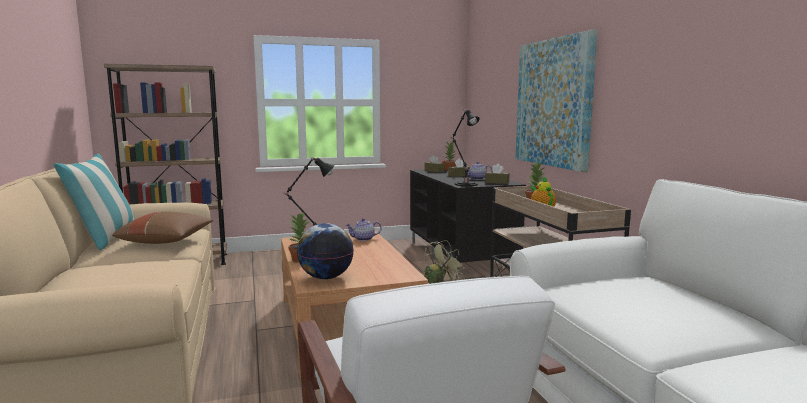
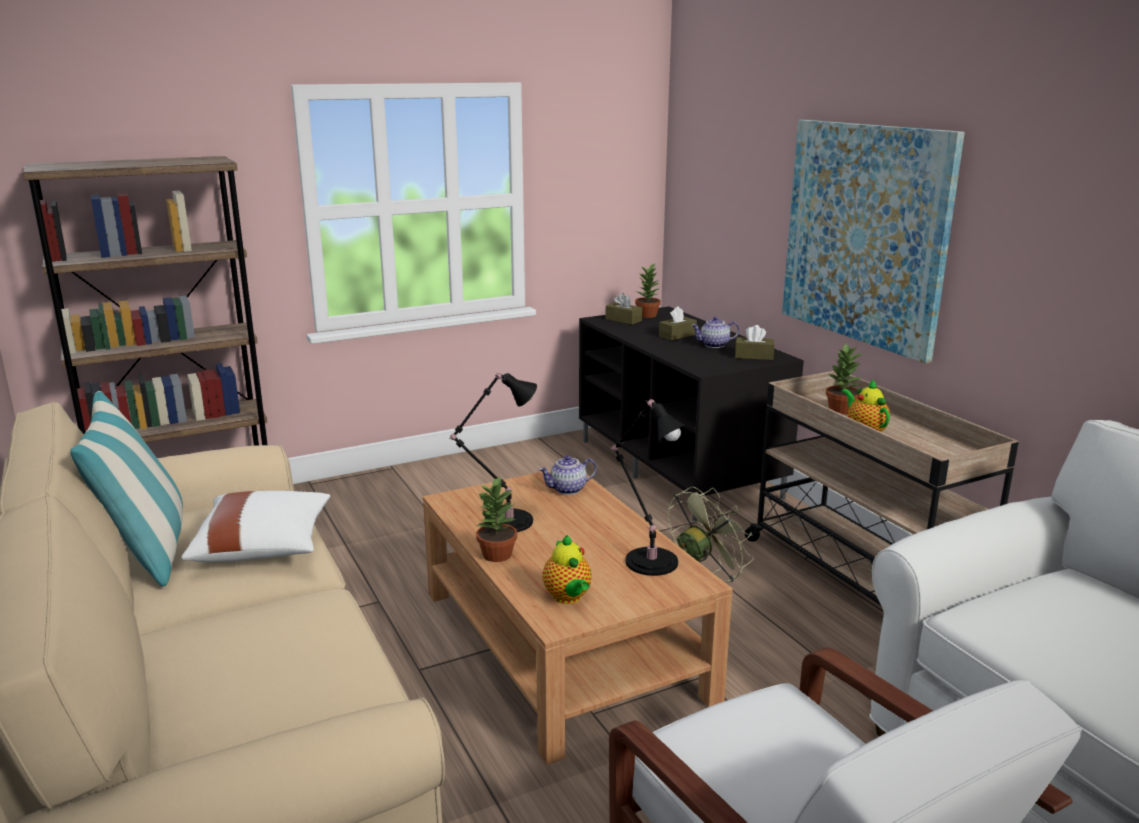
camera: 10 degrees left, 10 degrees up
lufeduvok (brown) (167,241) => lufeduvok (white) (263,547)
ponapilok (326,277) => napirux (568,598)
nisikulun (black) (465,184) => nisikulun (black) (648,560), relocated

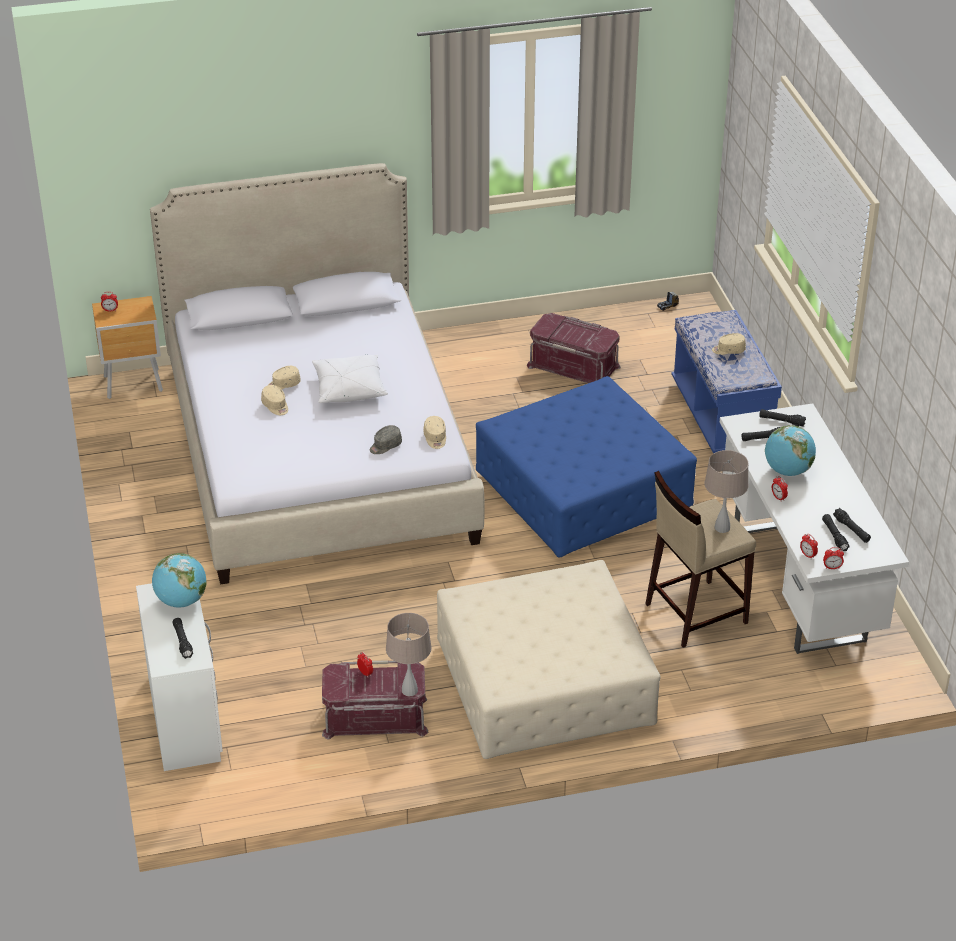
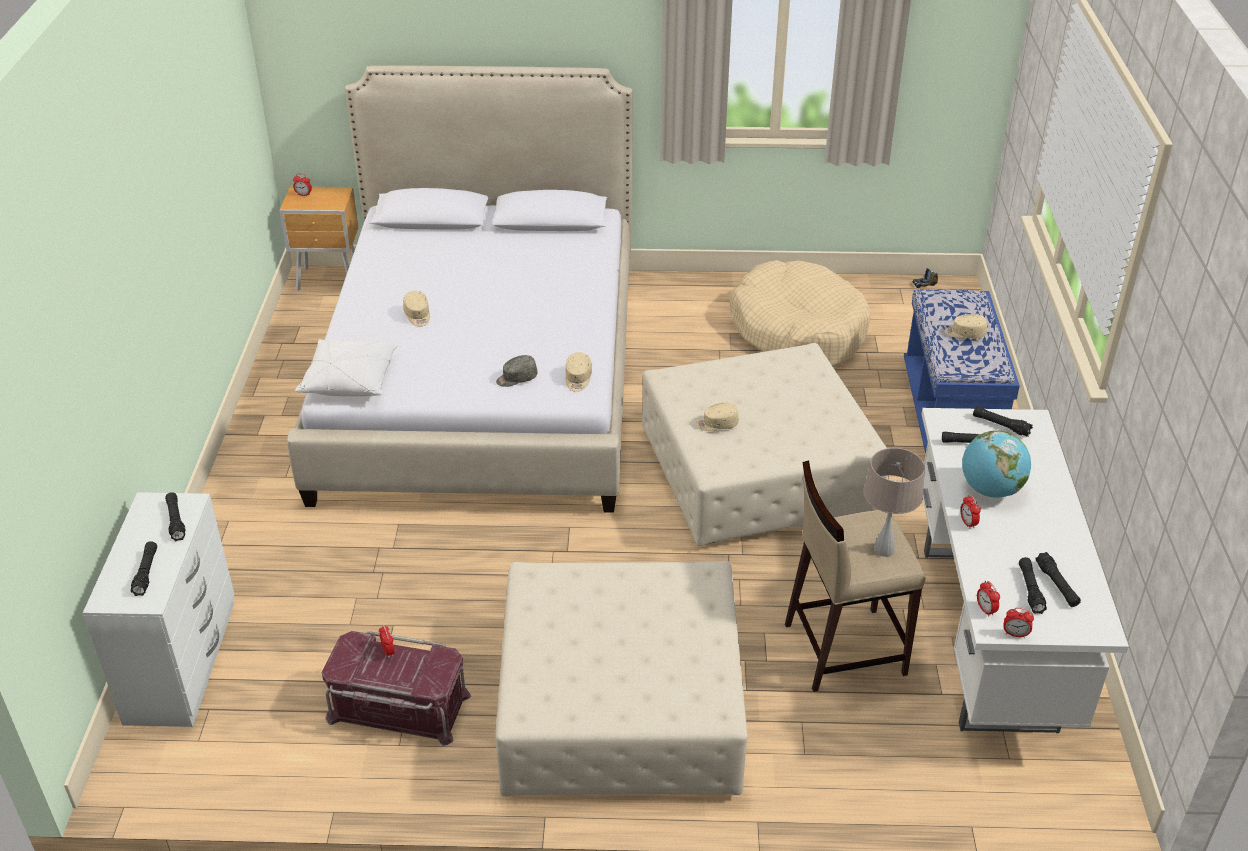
camera: 15 degrees right, 0 degrees up
ponapilok (181,601) => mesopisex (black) (176,521)
lufeduvok (white) (349,388) => lufeduvok (white) (350,380), relocated
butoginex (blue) (584,492) => butoginex (beige) (758,473)
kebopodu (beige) (283,384) => kebopodu (beige) (717,424), relocated
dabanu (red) (574,365) => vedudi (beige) (798,330)
nisikulun (beige) (410,690) => nothing

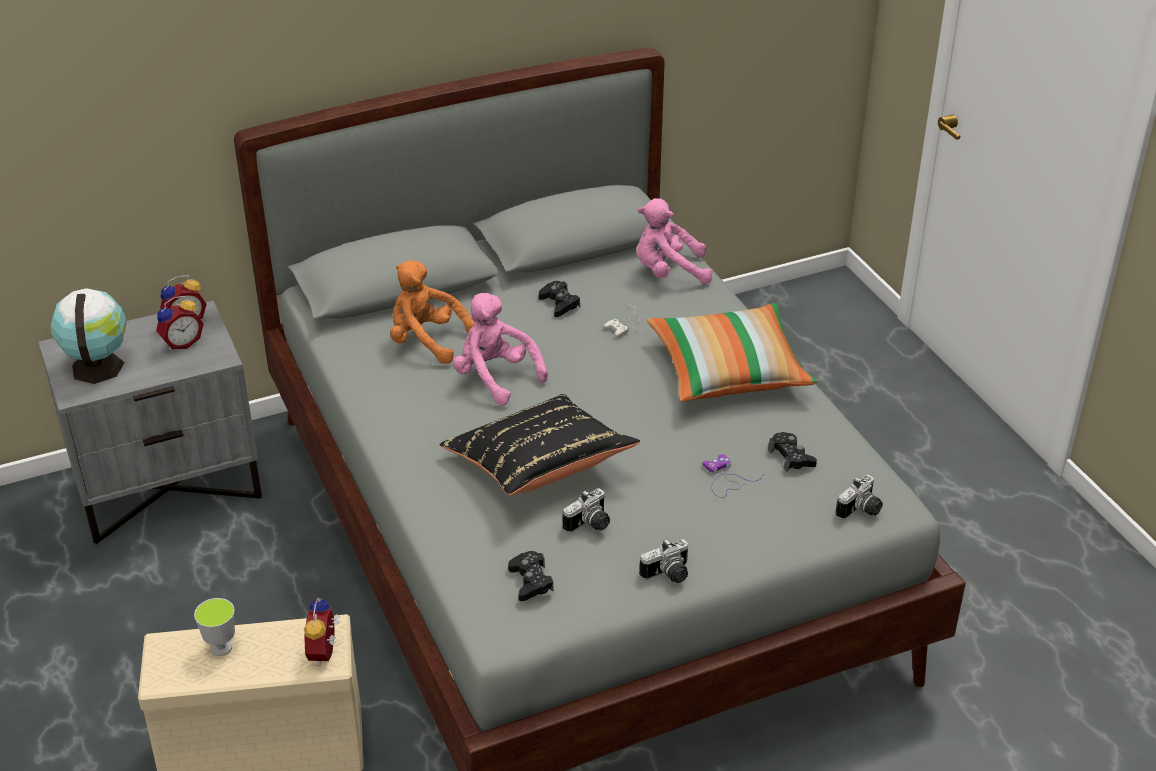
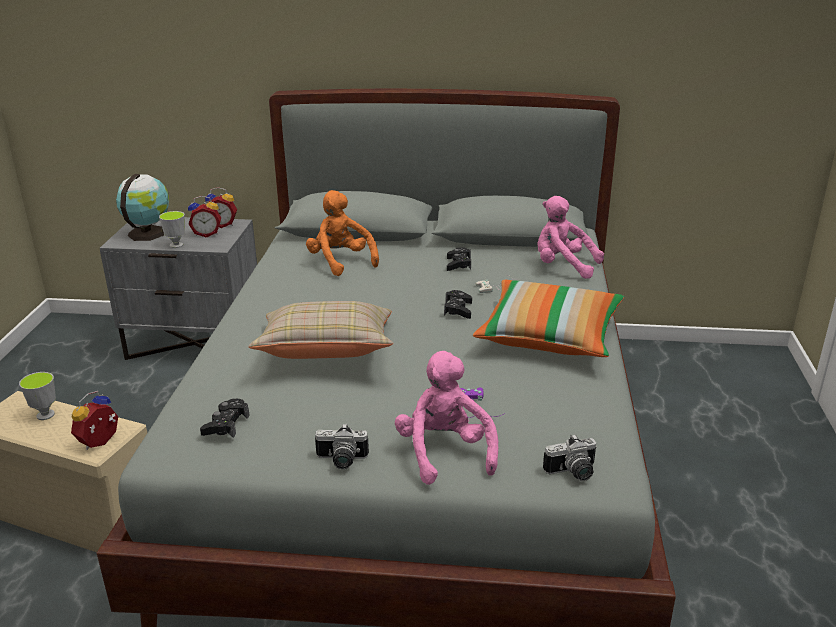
camera: 30 degrees right, 10 degrees down
nothing => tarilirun (176,245)
lufeduvok (black) (539,467) => lufeduvok (beige) (327,353)
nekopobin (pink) (495,377) => nekopobin (pink) (444,452), relocated
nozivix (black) (791,457) => nozivix (black) (458,309), relocated
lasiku (590,525) => nothing

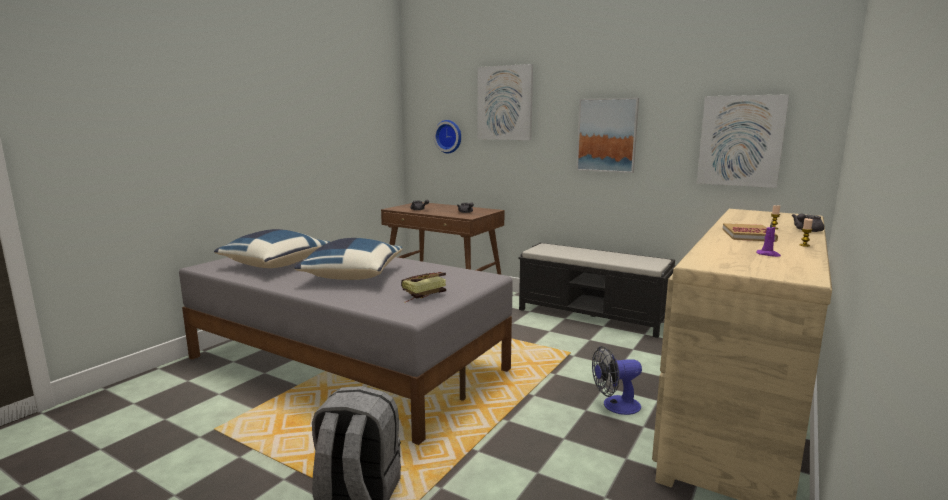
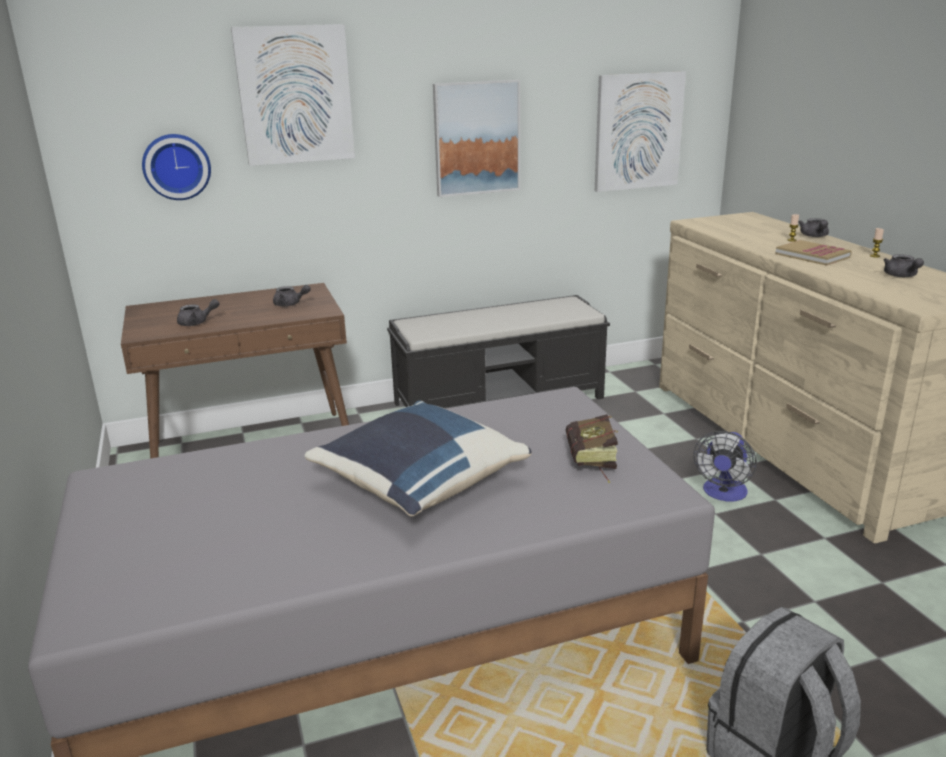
camera: 50 degrees left, 10 degrees up
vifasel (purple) (768,254) => napirux (grey) (901,276)
lufeduvok (blue) (275,264) => nothing

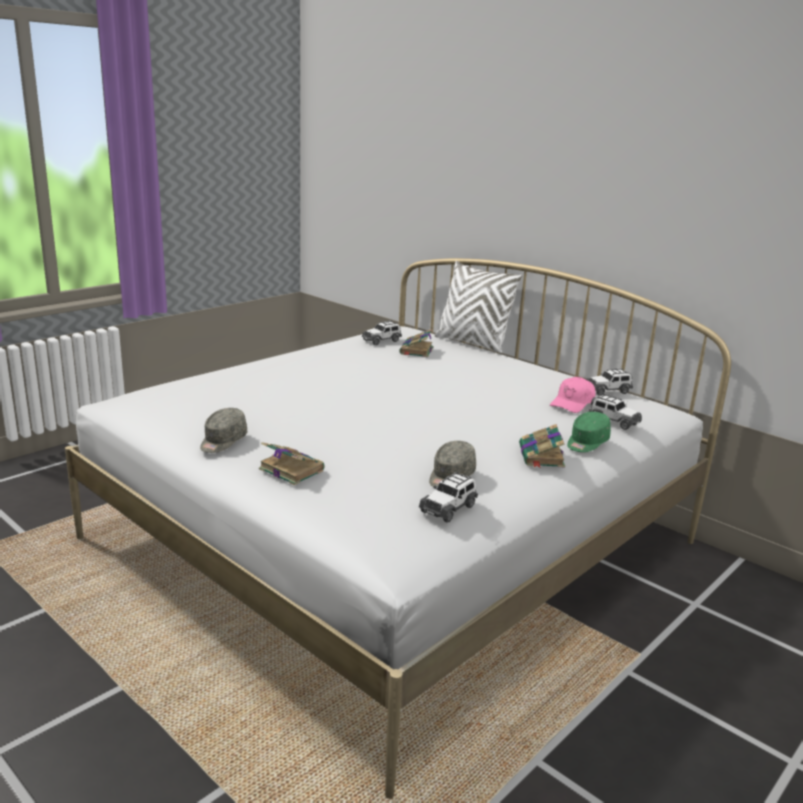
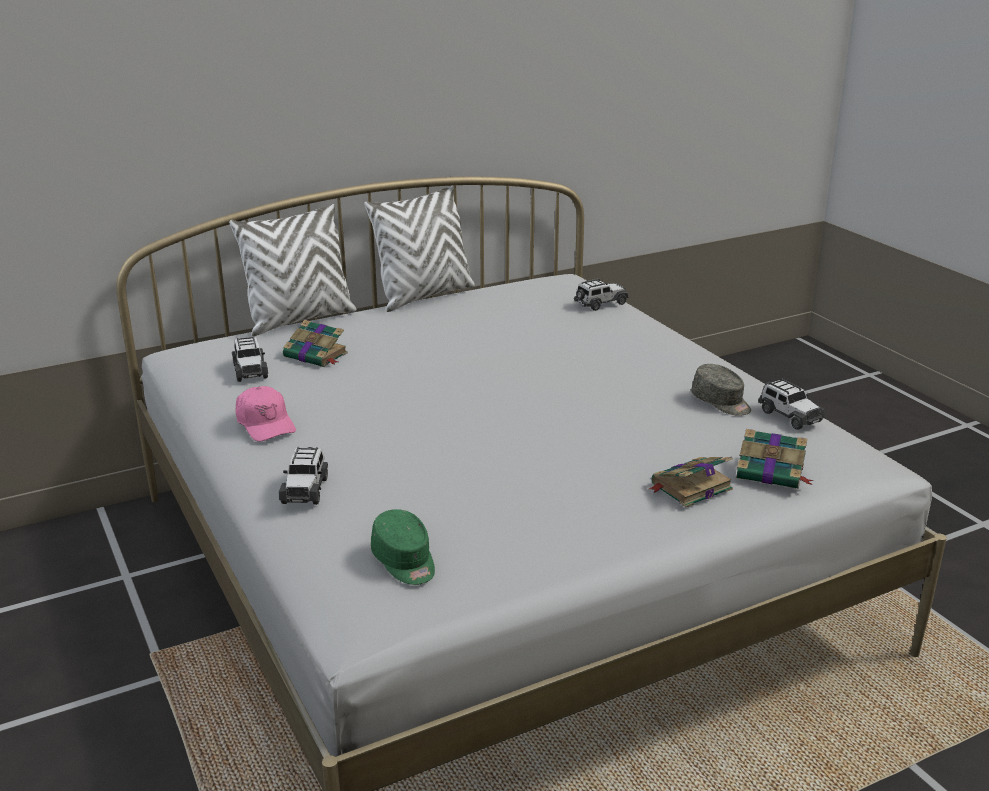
camera: 70 degrees left, 5 degrees up
kebopodu (pink) (572,403) => kebopodu (pink) (265,424), relocated
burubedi (608,391) => burubedi (305,489), relocated
nothing => lufeduvok (white) (424,296)
kebopodu (green) (586,443) => kebopodu (green) (405,561), relocated
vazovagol (541,457) => vazovagol (772,473), relocated
kebopodu (grey) (222,441) => nothing

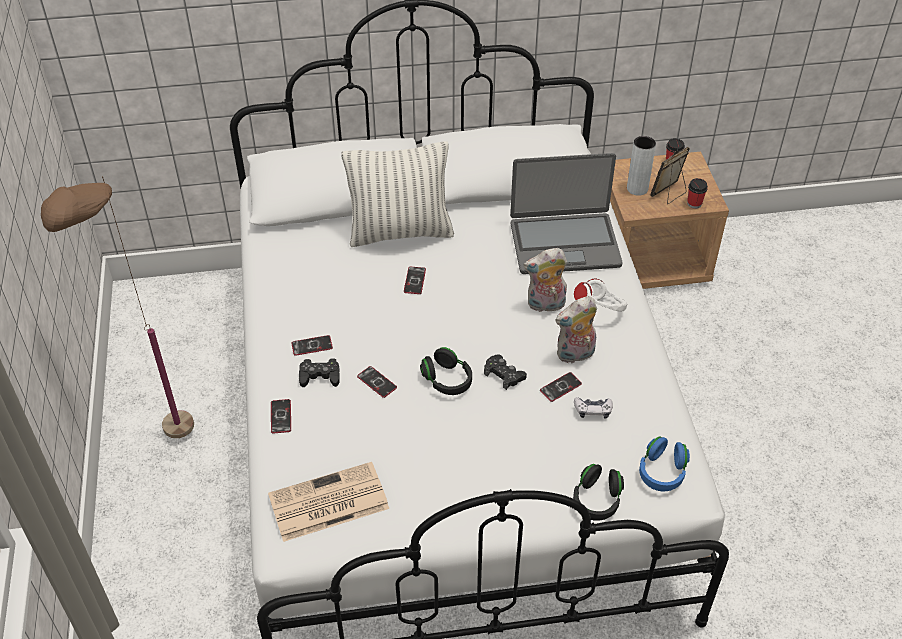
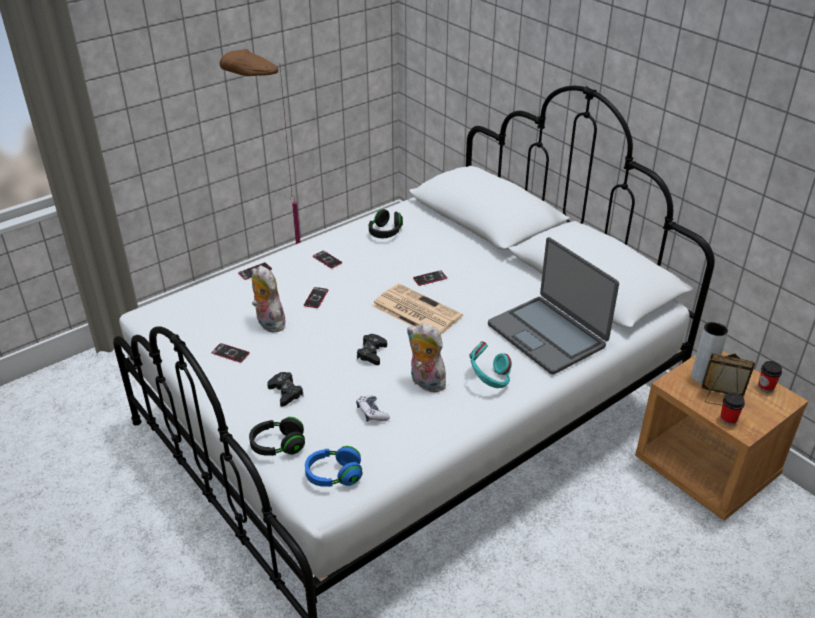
camera: 60 degrees right, 10 degrees down
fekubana (560,387) => fekubana (230,353), relocated
nekopobin (545,305) => nekopobin (268,323), relocated
nozivix (black) (320,376) => nozivix (black) (285,392), relocated
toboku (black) (447,380) => toboku (black) (385,232), relocated
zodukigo (327,503) => zodukigo (415,311), relocated
toboku (white) (600,310) => toboku (turquoise) (489,380)
lufeduvok (400,232) => nothing

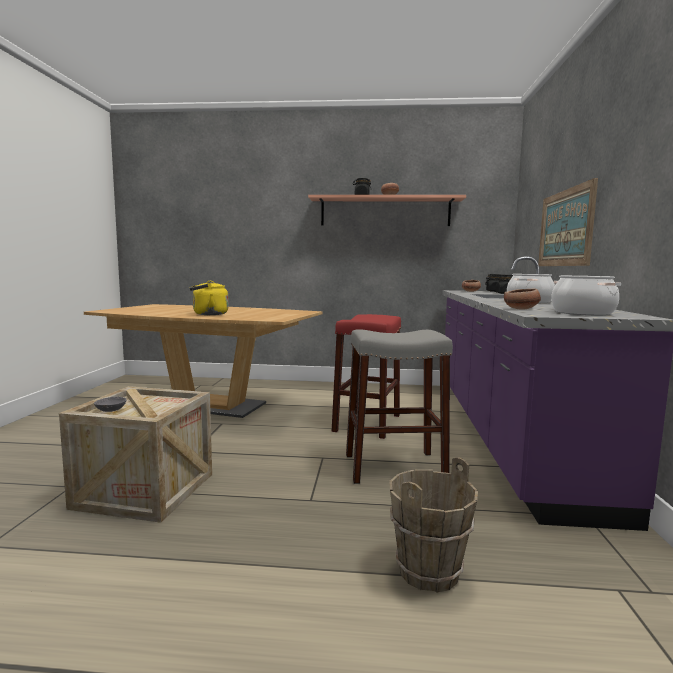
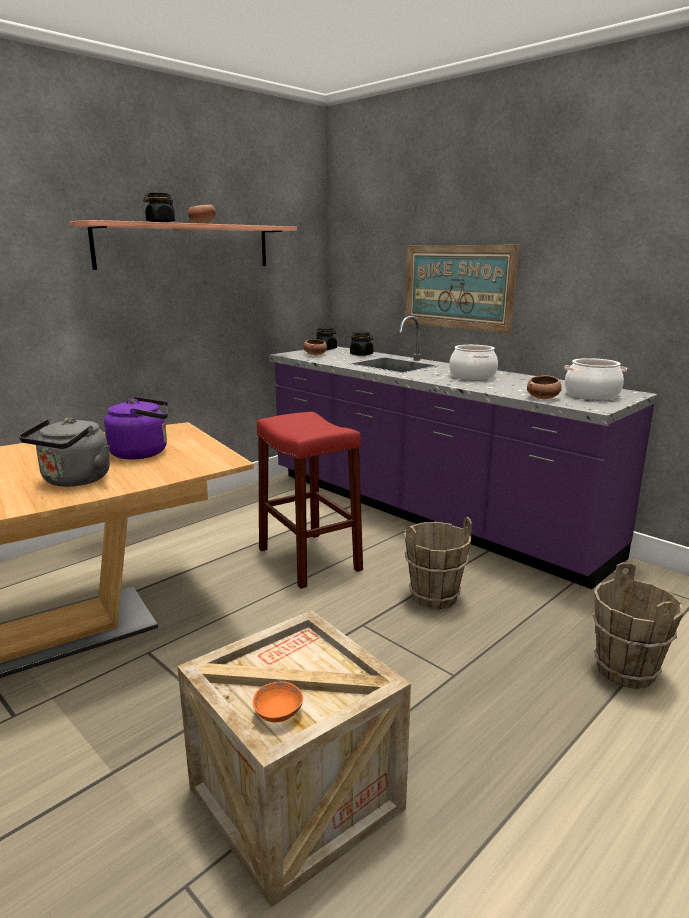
camera: 50 degrees left, 10 degrees up
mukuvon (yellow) (208,314) => mukuvon (grey) (74,481)
nothing => mukuvon (purple) (143,453)
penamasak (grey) (111,410) => penamasak (orange) (278,713)
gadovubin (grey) (394,467) => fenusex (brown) (433,597)

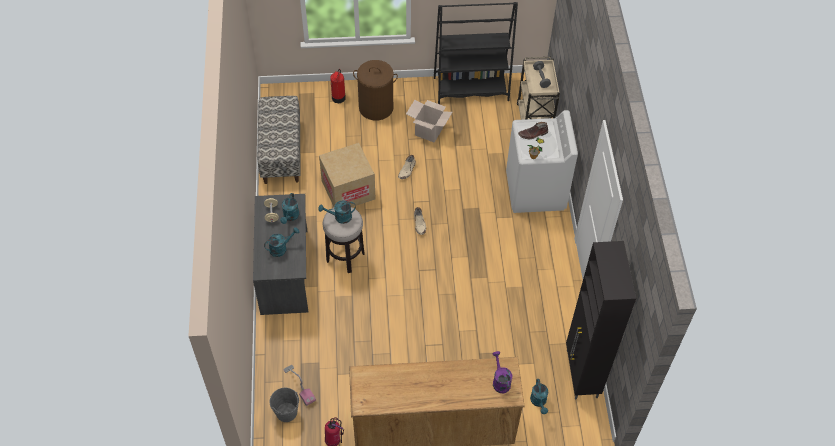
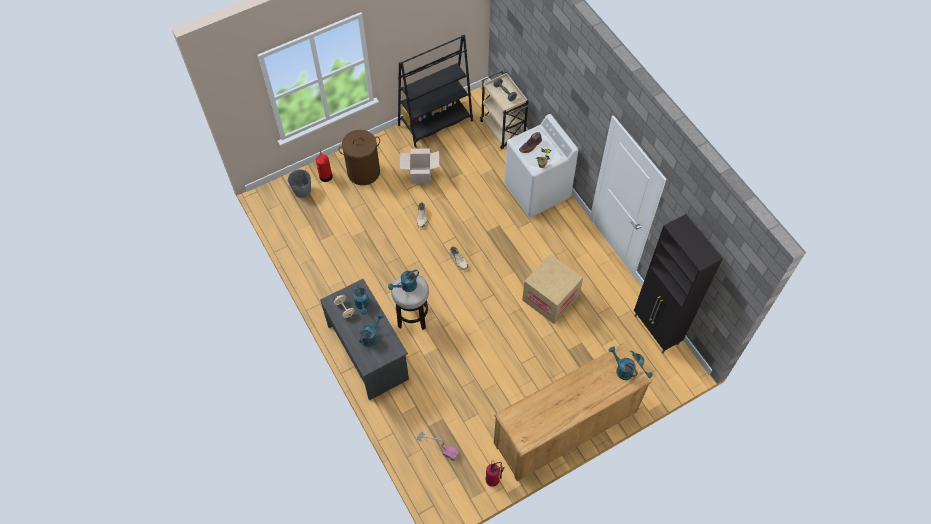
camera: 25 degrees left, 5 degrees up
fenusex (grey) (286,412) => fenusex (grey) (302,191), relocated
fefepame (348,190) => fefepame (550,298), relocated
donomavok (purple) (500,381) => donomavok (turquoise) (621,369)
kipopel (281,152) => nothing

